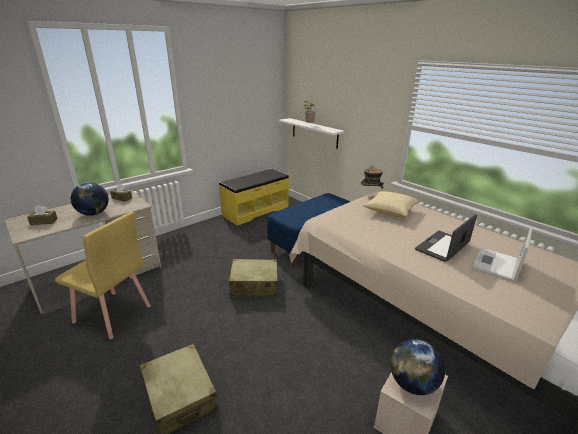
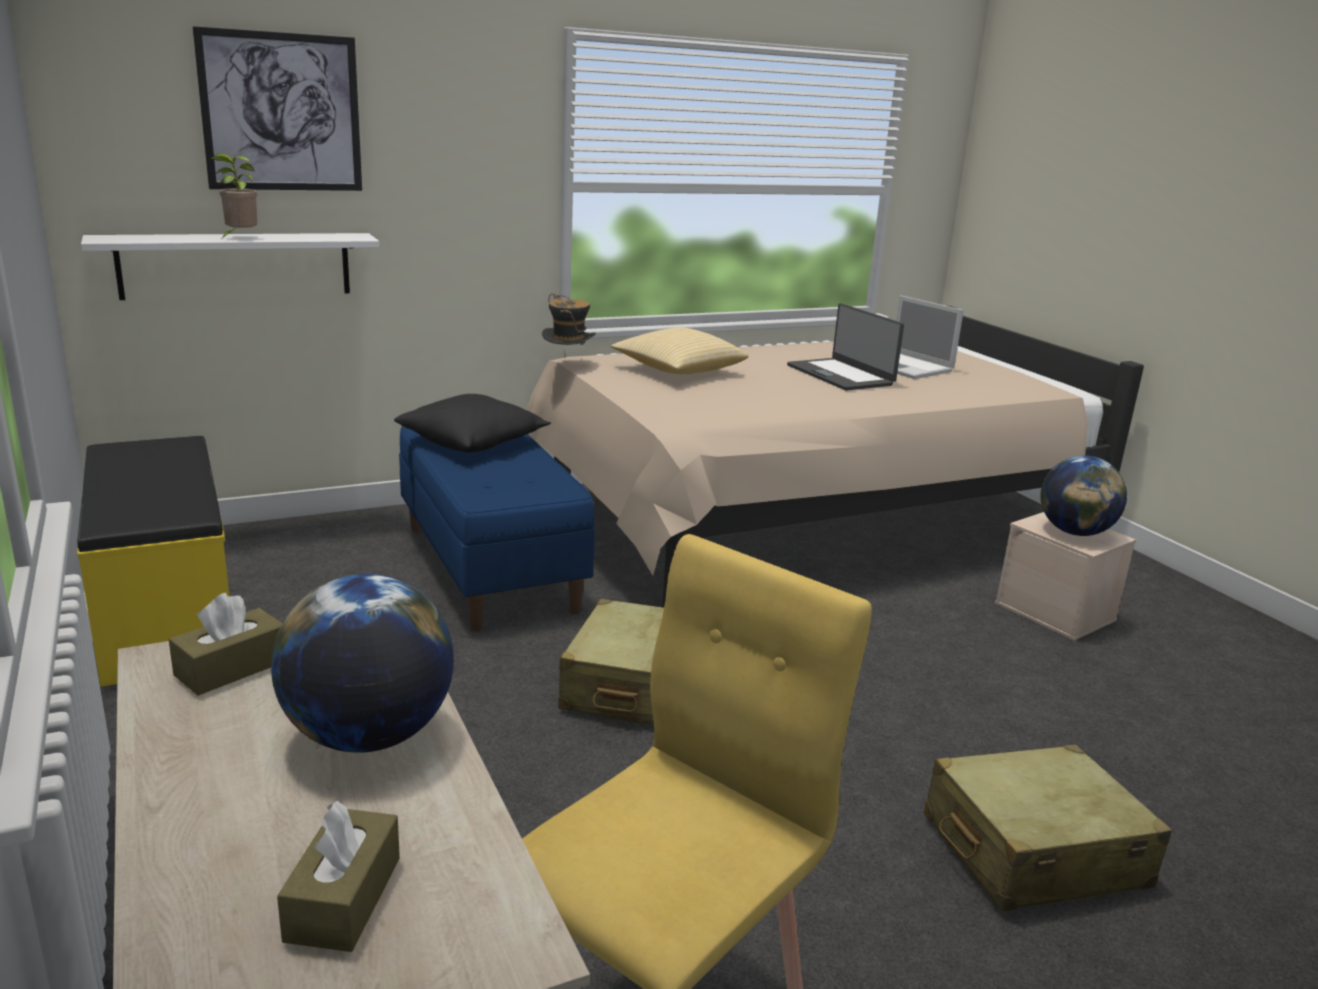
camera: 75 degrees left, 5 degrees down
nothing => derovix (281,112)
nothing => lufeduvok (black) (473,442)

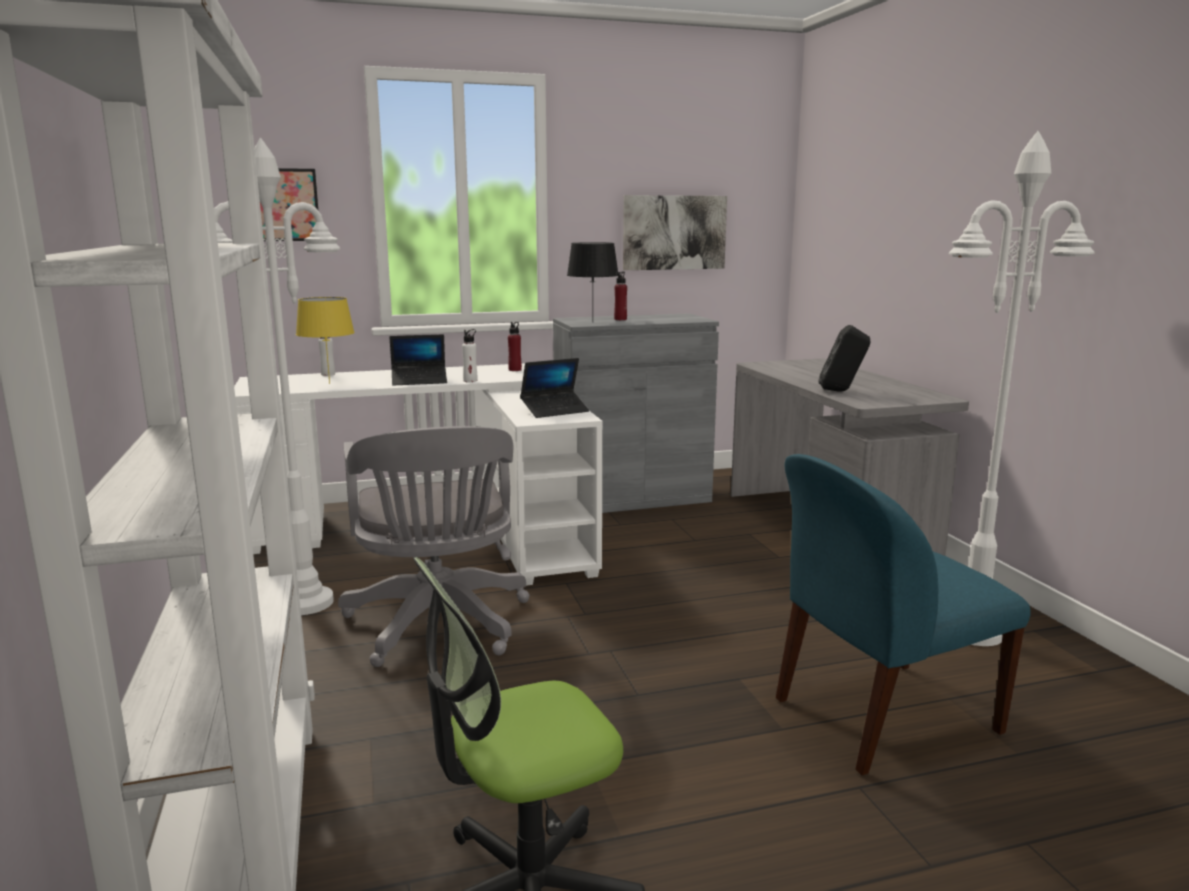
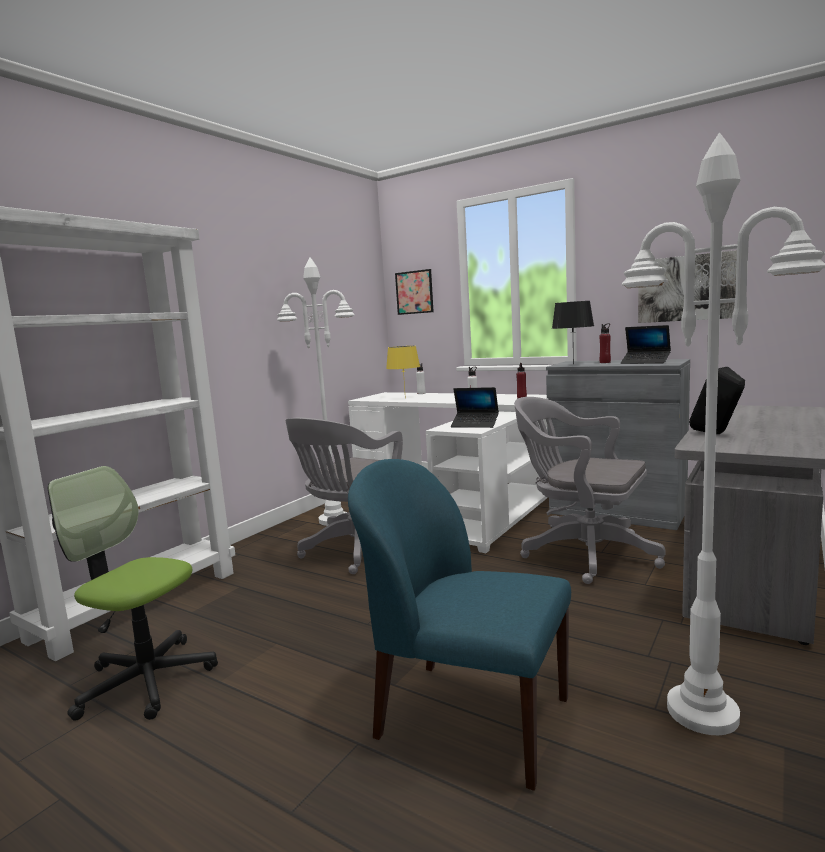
camera: 50 degrees right, 5 degrees down
nothing => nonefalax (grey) (582,553)
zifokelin (419,381) => zifokelin (645,362), relocated

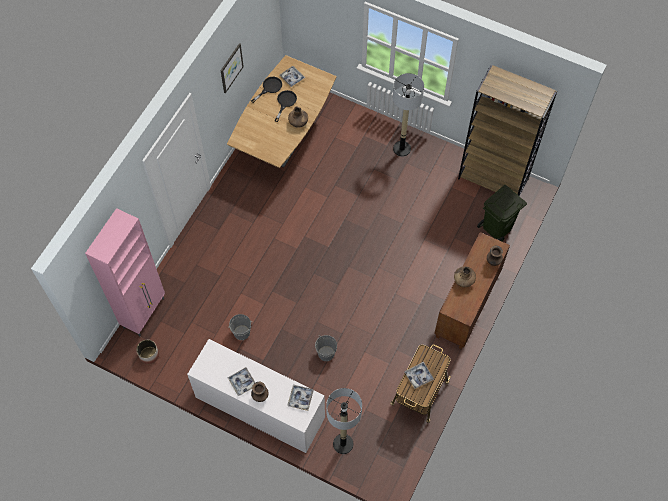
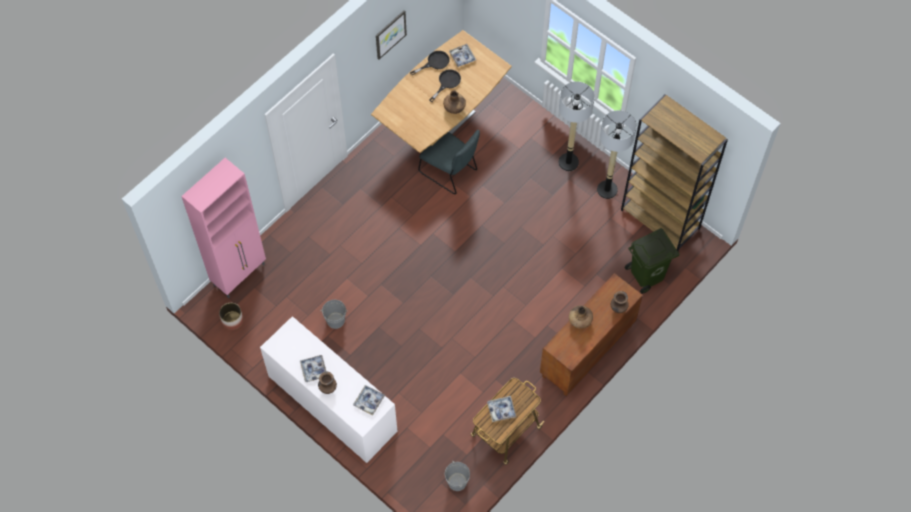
camera: 15 degrees right, 0 degrees up
nothing => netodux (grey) (450,172)
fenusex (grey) (326,353) => fenusex (grey) (457,482), relocated
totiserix (343,444) => totiserix (607,190), relocated

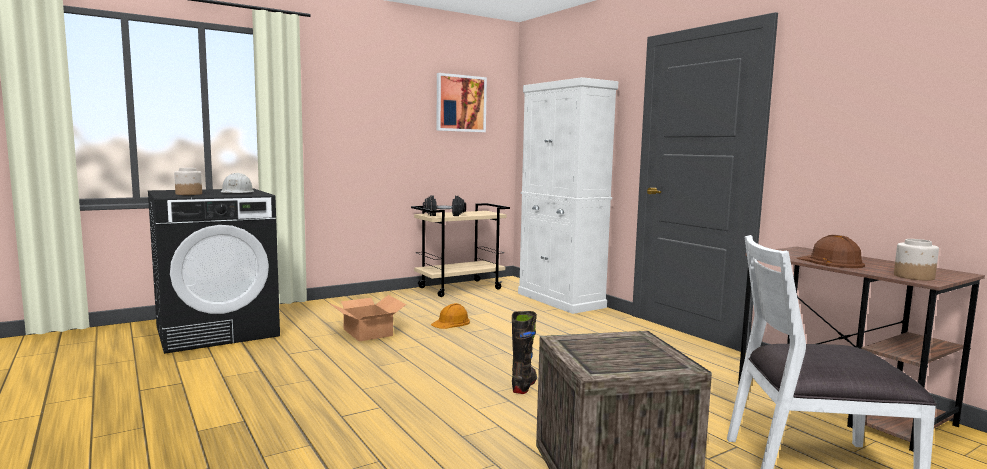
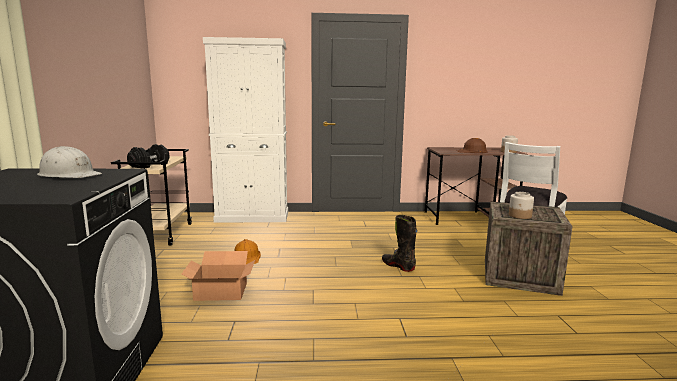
camera: 60 degrees left, 5 degrees up
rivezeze (188,194) => rivezeze (520,216), relocated
derovix (461,103) => nothing

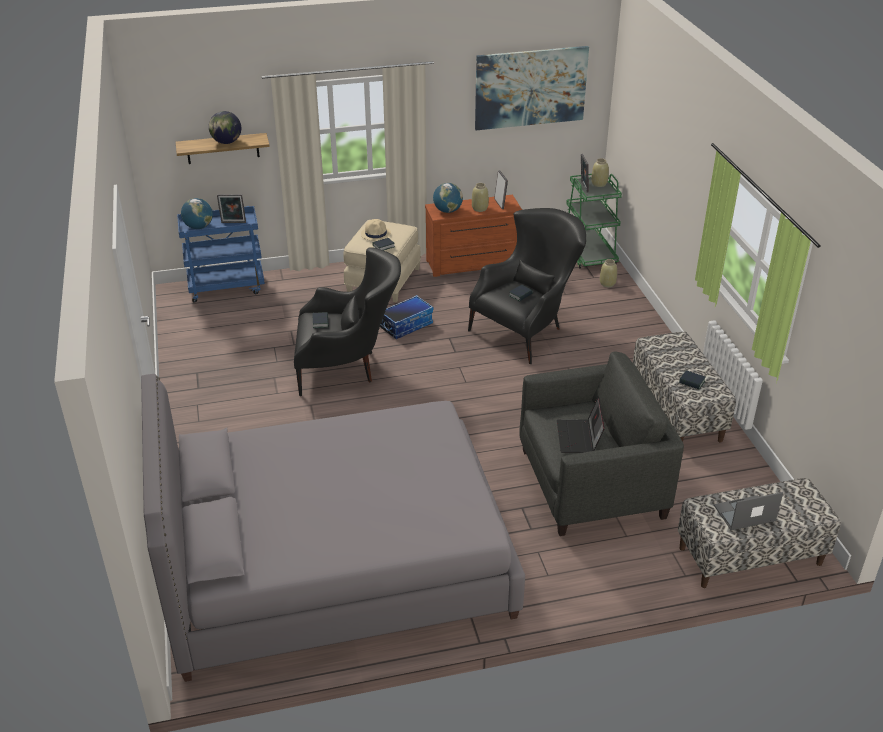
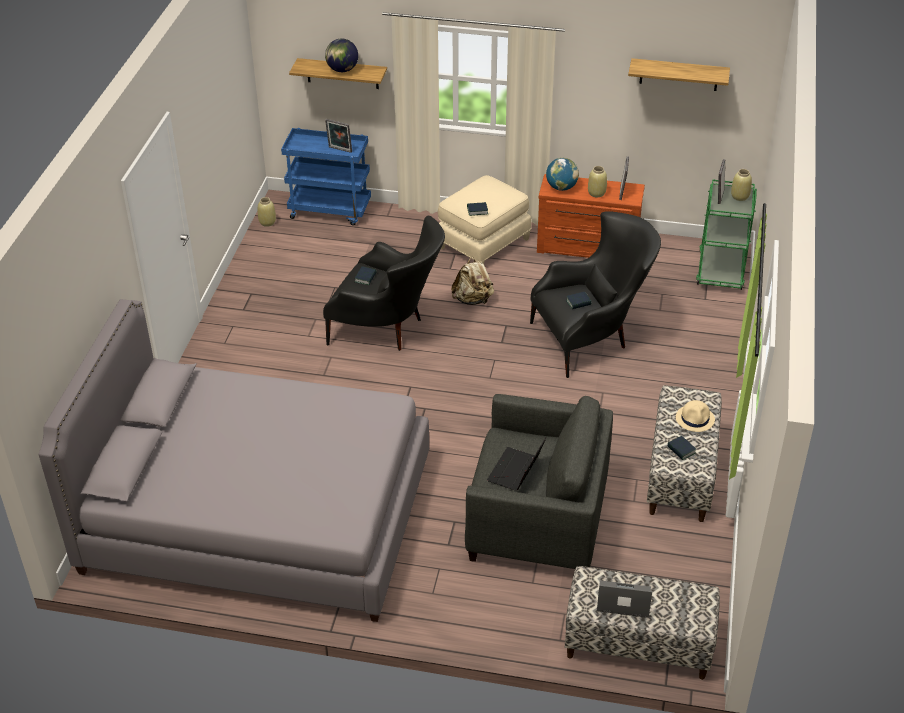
camera: 25 degrees right, 5 degrees up
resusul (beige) (607,283) => resusul (beige) (267,222), relocated
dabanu (406,325) => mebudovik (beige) (473,300)
derovix (530,87) => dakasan (679,74)
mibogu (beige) (376,234) => mibogu (beige) (695,419), relocated
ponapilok (198,227) => nothing

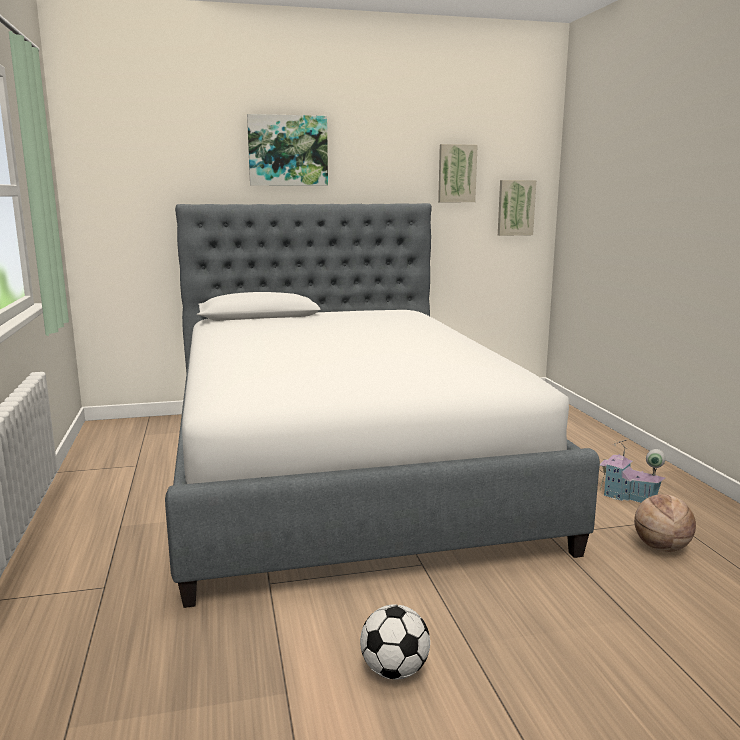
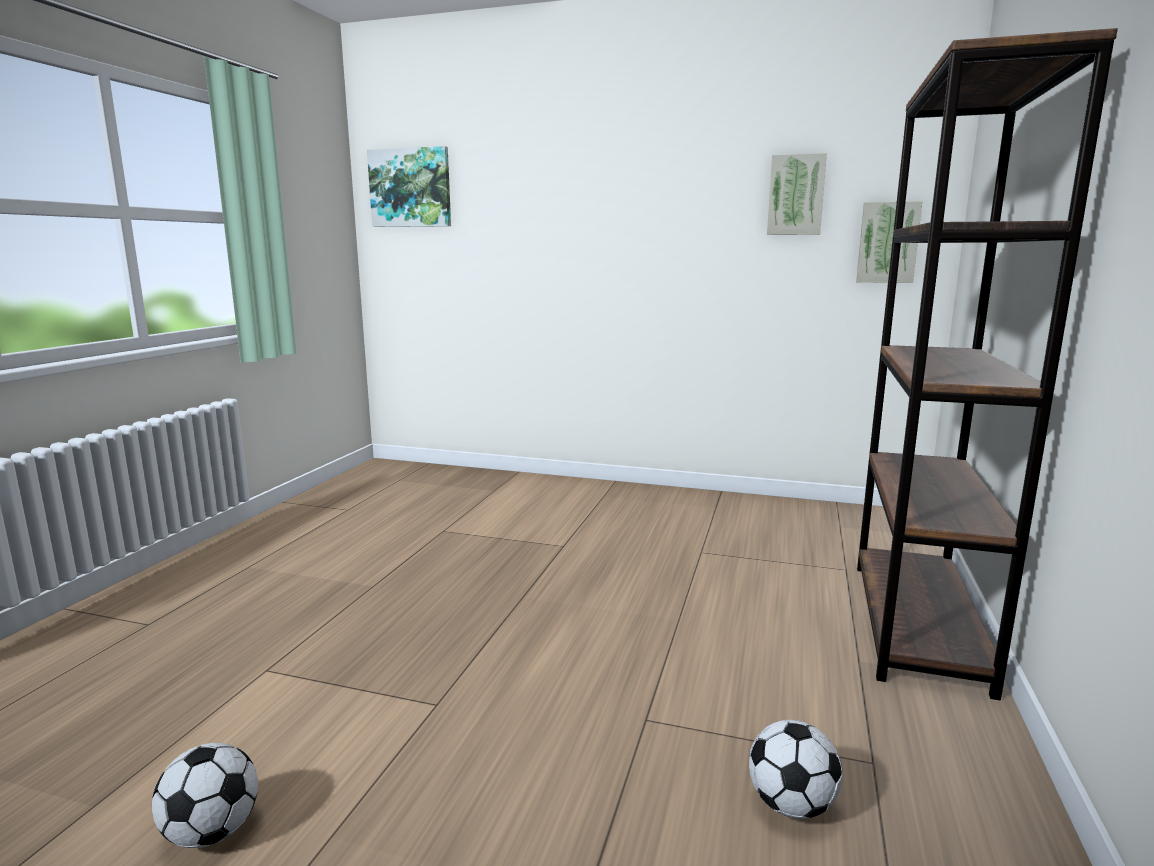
camera: 30 degrees right, 0 degrees up
derovix (288,151) => derovix (410,188), relocated
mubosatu (661,548) => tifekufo (791,805)
nothing => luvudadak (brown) (916,623)
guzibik (342,469) => nothing
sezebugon (628,497) => nothing

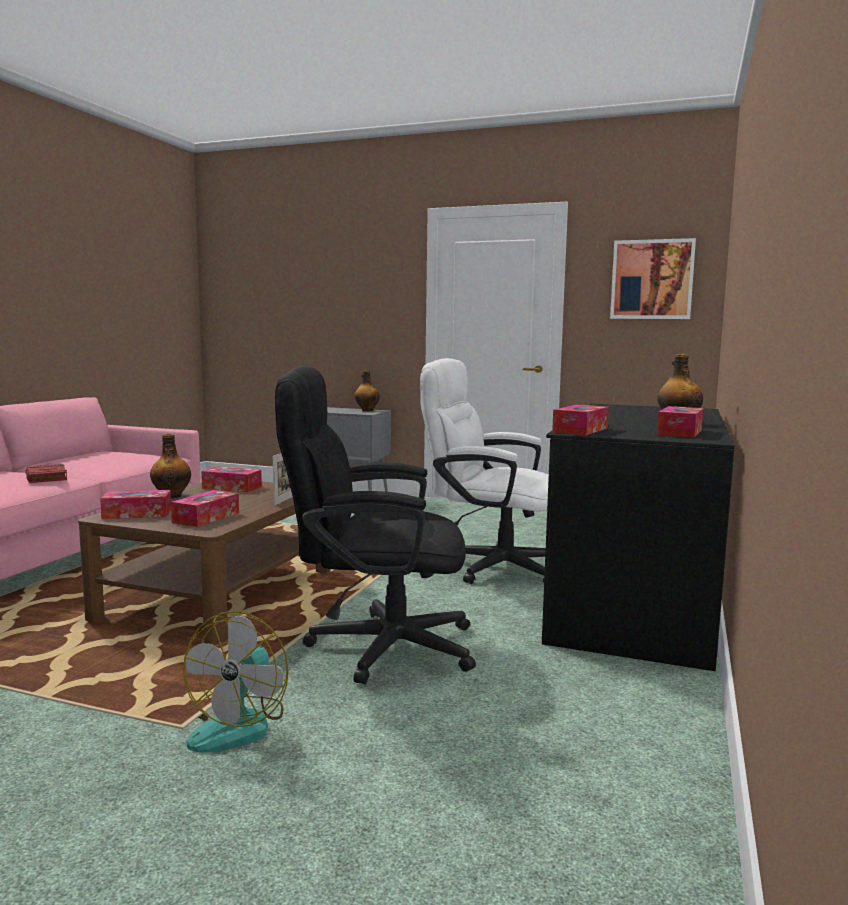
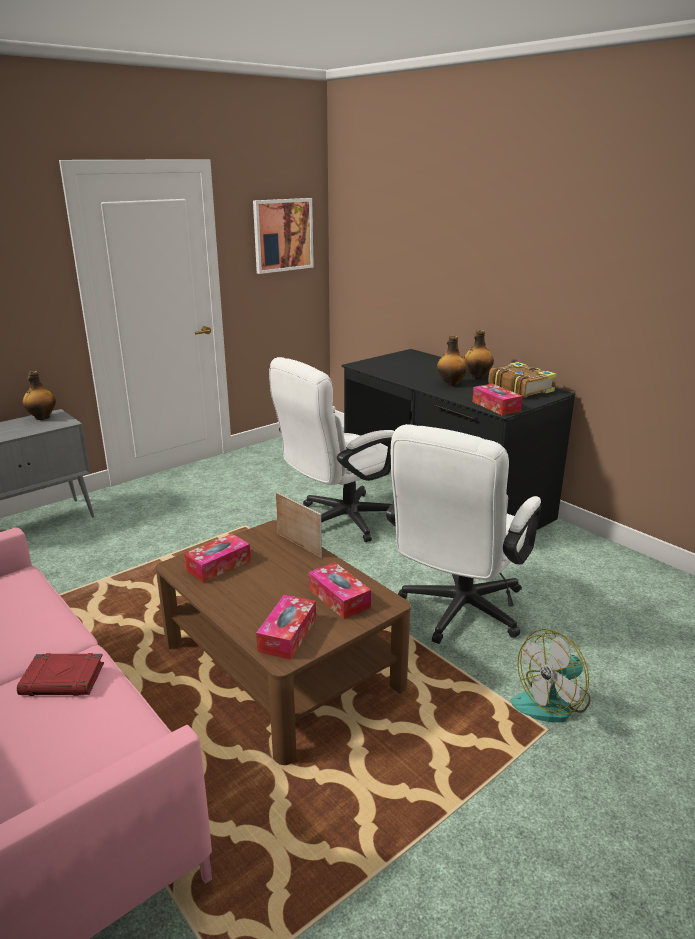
camera: 60 degrees left, 15 degrees up
nonefalax (black) (375,646) => nonefalax (white) (457,613)
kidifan (172,496) => kidifan (451,383), relocated
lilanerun (680,432) => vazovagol (520,388)
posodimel (239,725) => posodimel (552,702), 105 degrees clockwise

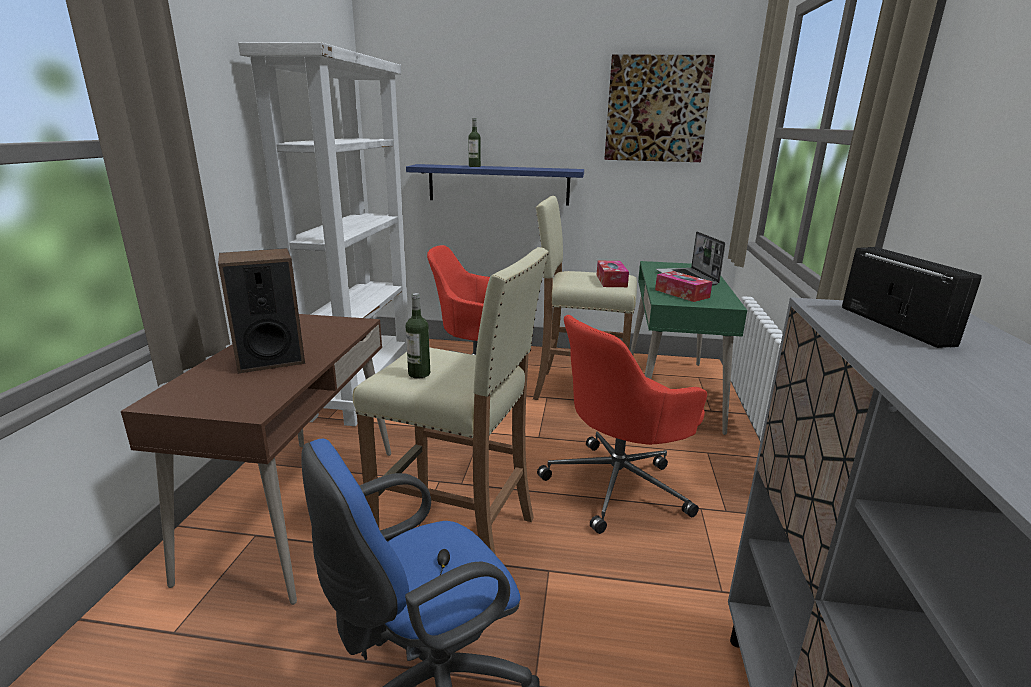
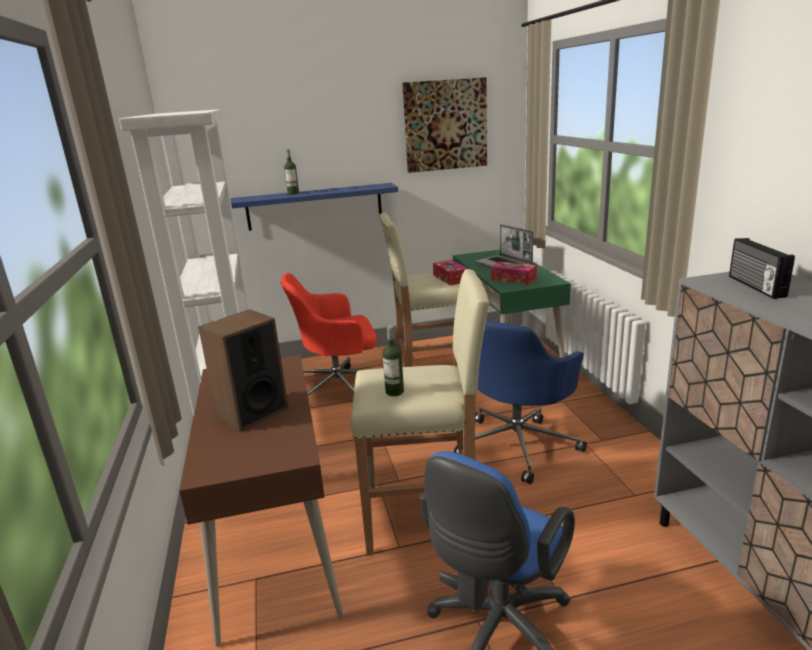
camera: 20 degrees left, 0 degrees up
nonefalax (red) (618,485) => nonefalax (blue) (518,444)
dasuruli (896,325) => dasuruli (754,286), 150 degrees counterclockwise

